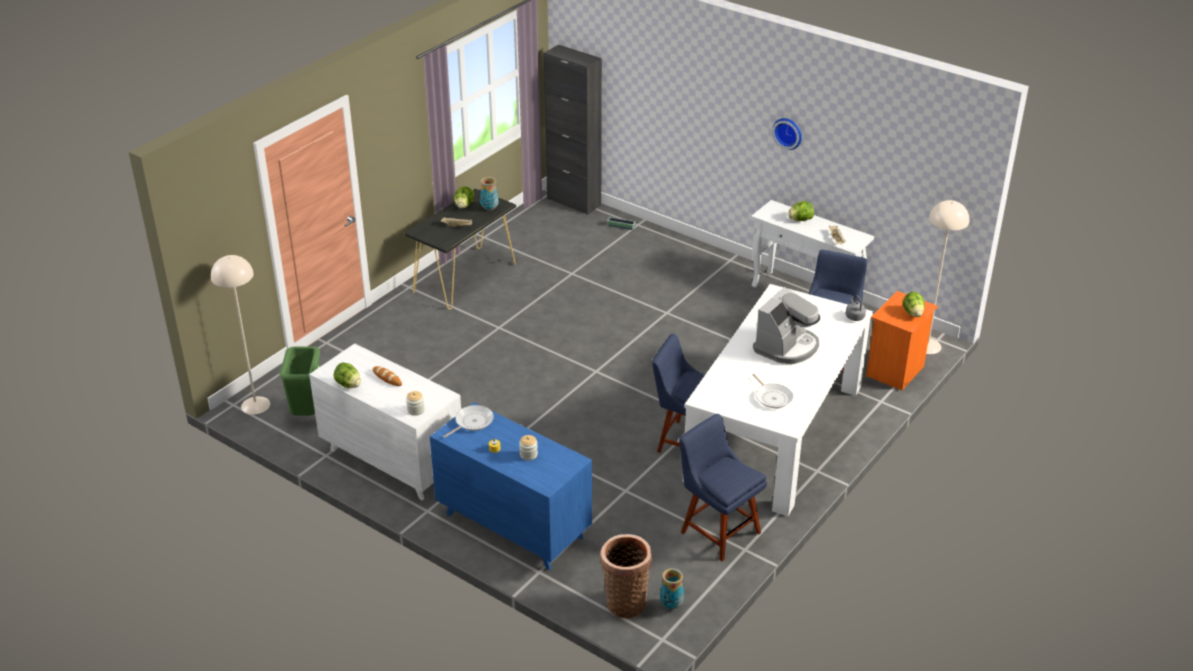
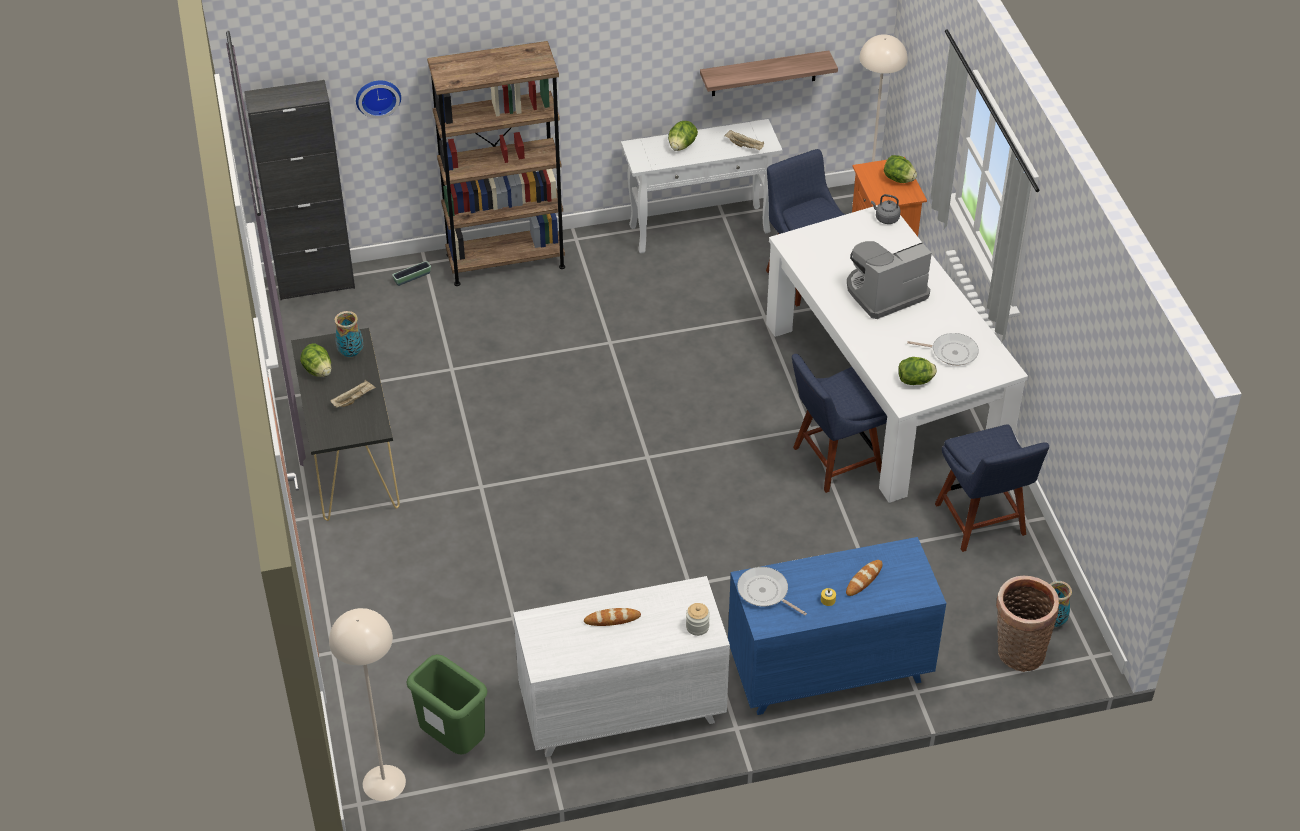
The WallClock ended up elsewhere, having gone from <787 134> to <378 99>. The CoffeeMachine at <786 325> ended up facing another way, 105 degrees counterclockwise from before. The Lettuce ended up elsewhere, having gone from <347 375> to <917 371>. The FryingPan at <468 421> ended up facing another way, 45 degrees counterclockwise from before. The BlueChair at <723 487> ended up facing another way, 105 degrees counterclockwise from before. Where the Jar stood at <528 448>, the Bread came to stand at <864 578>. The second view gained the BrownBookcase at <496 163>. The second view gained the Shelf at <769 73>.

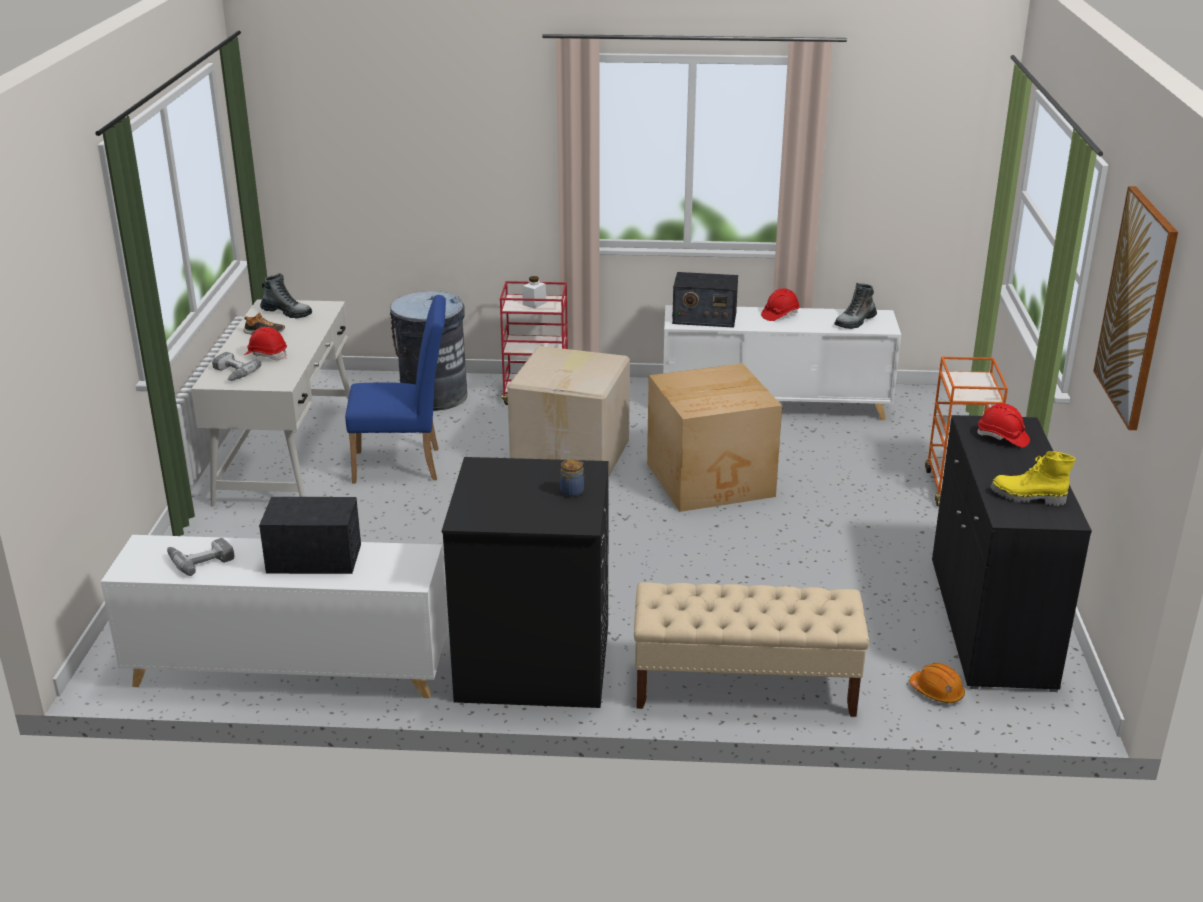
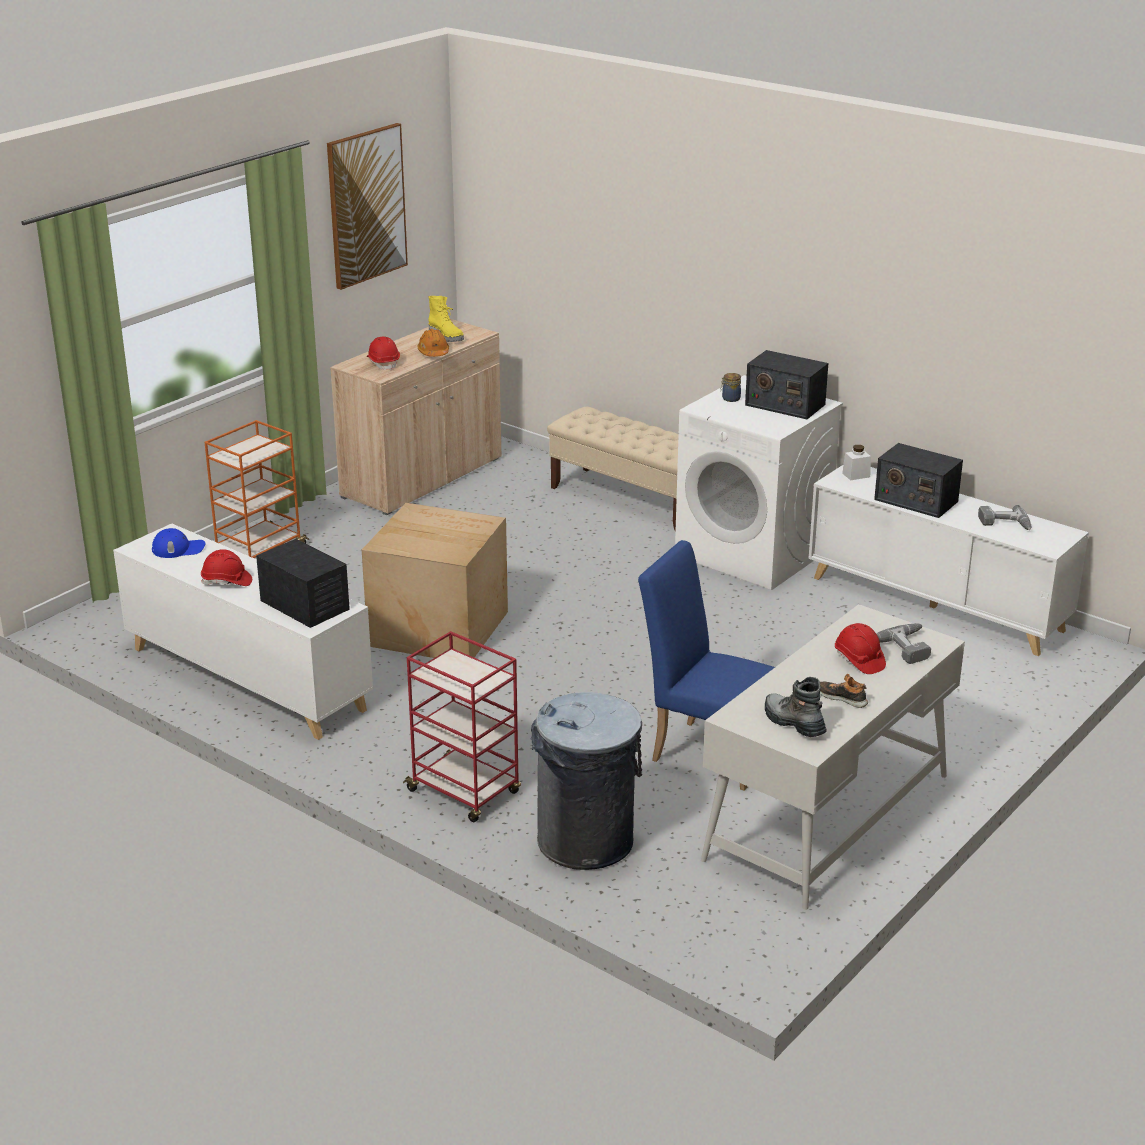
The WhiteJar ended up elsewhere, having gone from <534 292> to <856 462>. Where the Boot stood at <855 306>, the BlueCap came to stand at <178 543>. The second view lost the CardboardBox at <568 411>. What was the BlackCabinet at <1012 553> turned into the BeigeCabinet at <415 417>. What was the BlackWashingMachine at <525 582> turned into the WhiteWashingMachine at <759 482>. The OrangeHardHat ended up elsewhere, having gone from <937 683> to <433 343>. The second view gained the Radio at <786 384>.

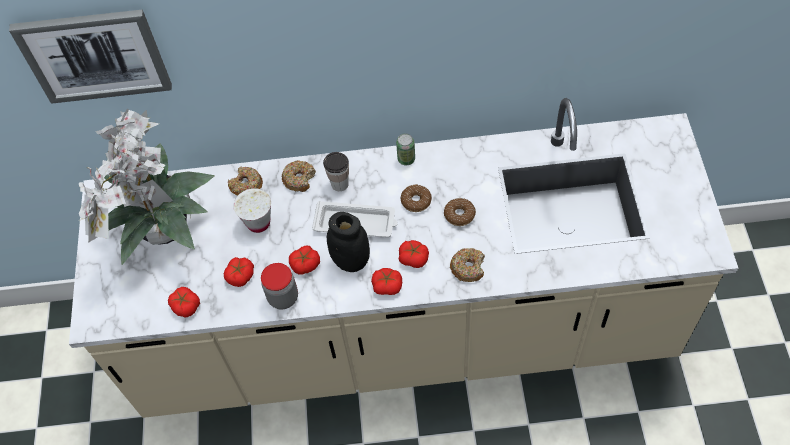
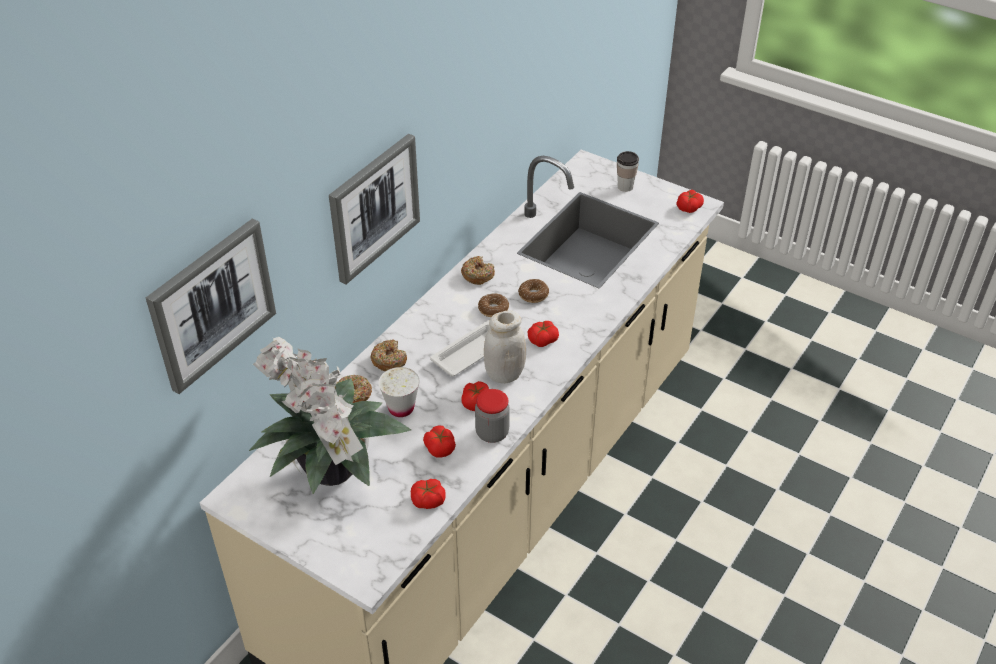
The second view lost the Can at <405 149>. The Cup ended up elsewhere, having gone from <336 171> to <628 171>. What was the BlackJar at <348 242> turned into the WhiteJar at <505 347>. The Donut ended up elsewhere, having gone from <467 265> to <478 270>. The Tomato ended up elsewhere, having gone from <386 281> to <690 201>. The second view gained the Picture at <374 209>.

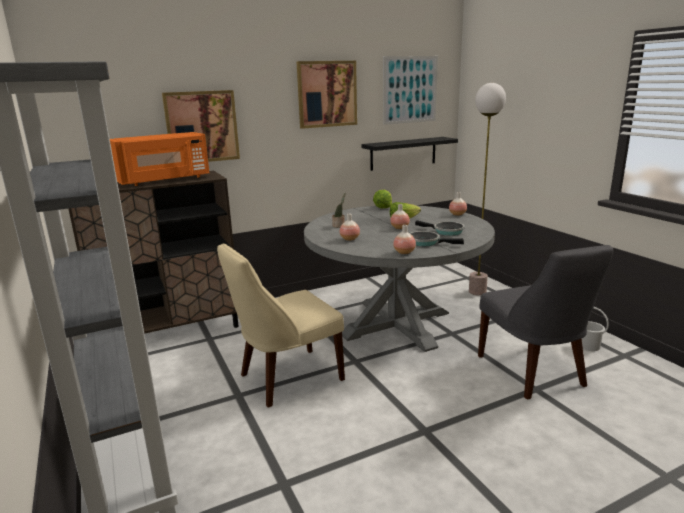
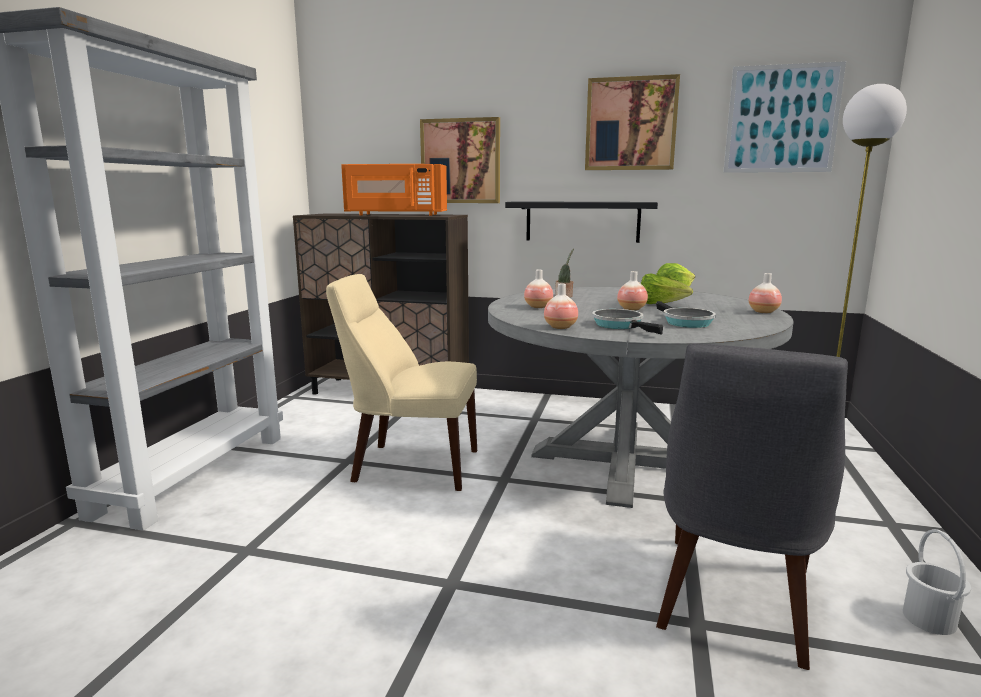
The BlackShelf ended up elsewhere, having gone from <409 154> to <581 222>.

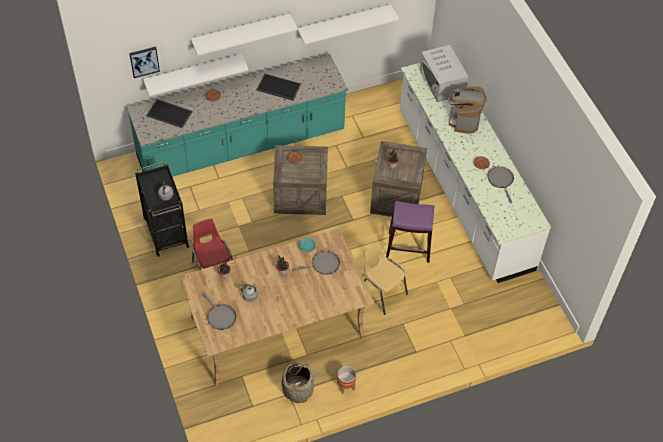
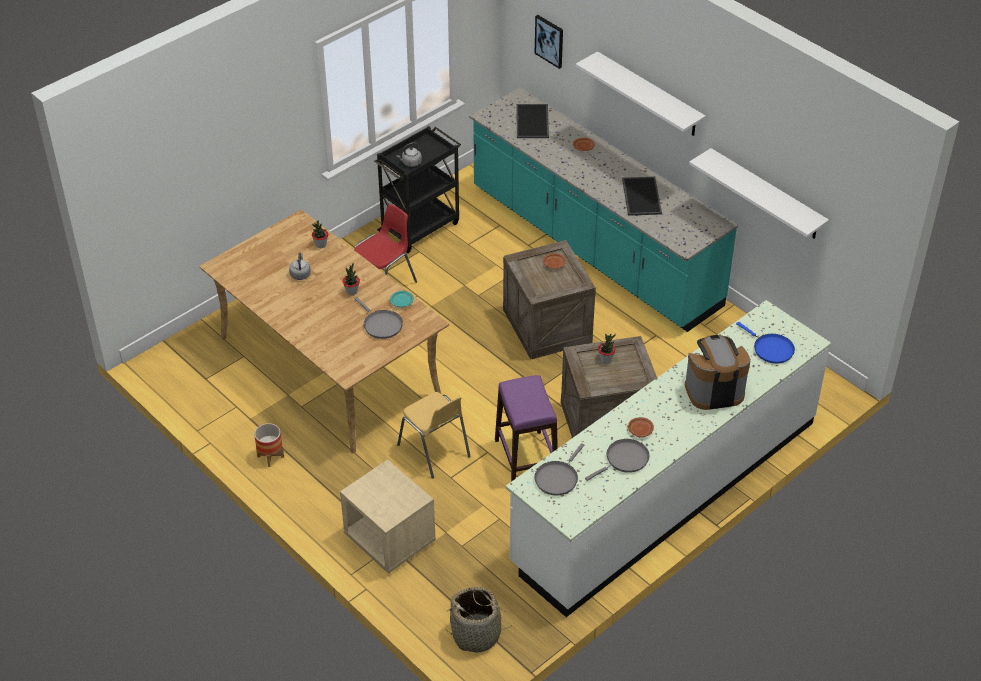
Where the WhiteMicrowave stood at <444 73>, the BlueFryingPan came to stand at <765 343>. The second view lost the WhiteShelf at <196 75>. The YellowChair at <386 278> ended up facing another way, 120 degrees clockwise from before. The GreyFryingPan ended up elsewhere, having gone from <219 311> to <559 469>. The Basket ended up elsewhere, having gone from <297 383> to <479 619>. The second view gained the BeigeNightstand at <388 517>.

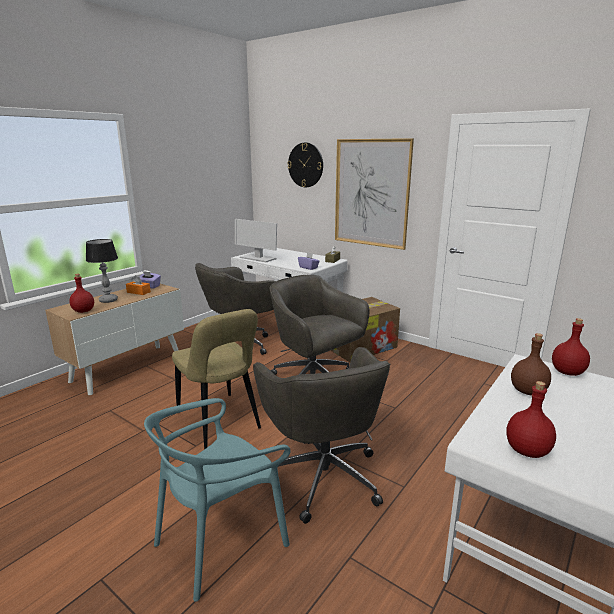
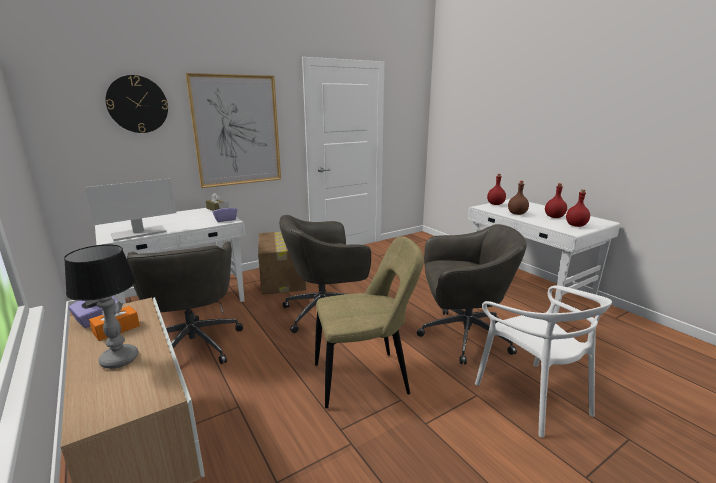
The RedBottle ended up elsewhere, having gone from <81 293> to <556 200>. What was the TurquoiseChair at <217 500> turned into the WhiteChair at <543 361>.

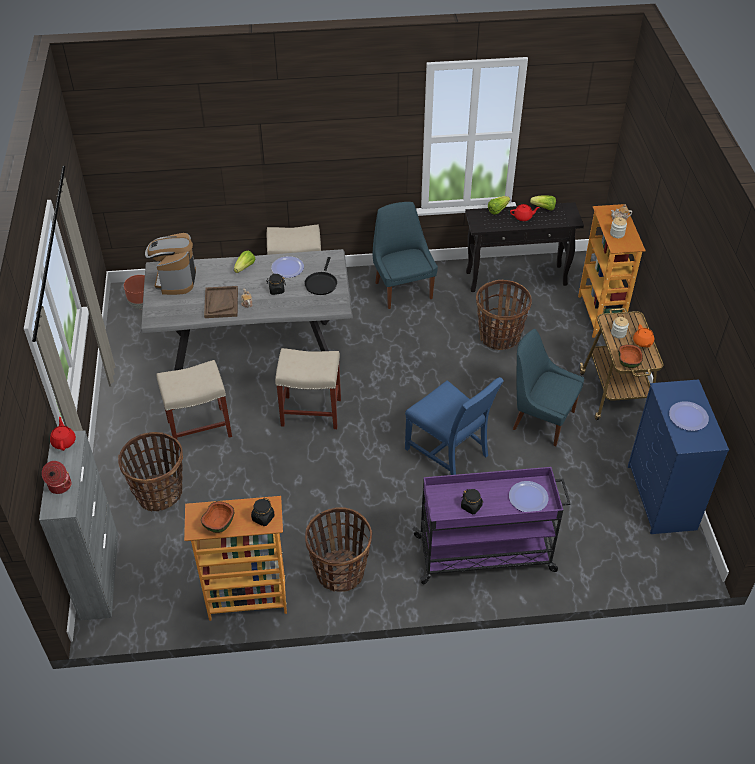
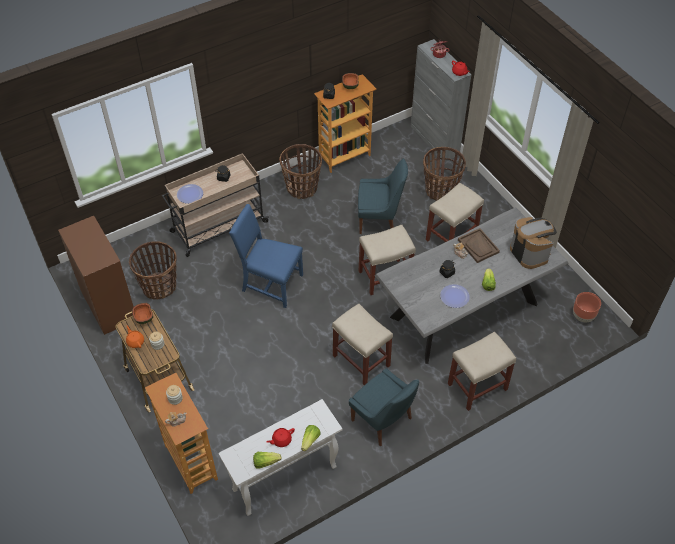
What was the BlackConsoleTable at <524 247> turned into the WhiteConsoleTable at <280 457>. The second view lost the BlackFryingPan at <320 276>. The Basket ended up elsewhere, having gone from <504 315> to <153 270>. The BlueChair ended up elsewhere, having gone from <548 388> to <383 196>. What was the BlueDresser at <678 456> turned into the BrownDresser at <96 275>. The second view lost the Plate at <689 416>. What was the PurpleCart at <491 526> turned into the BeigeCart at <215 205>. The second view gained the BeigeStool at <362 344>.

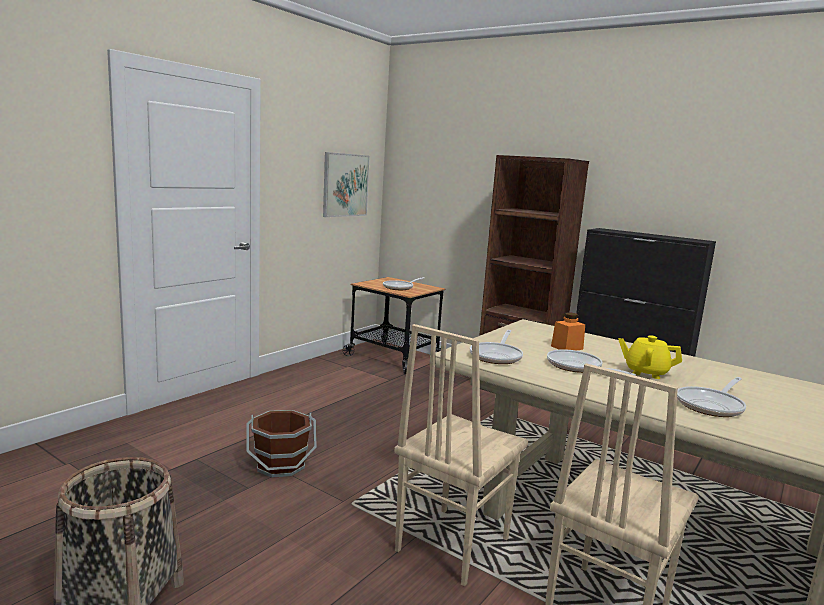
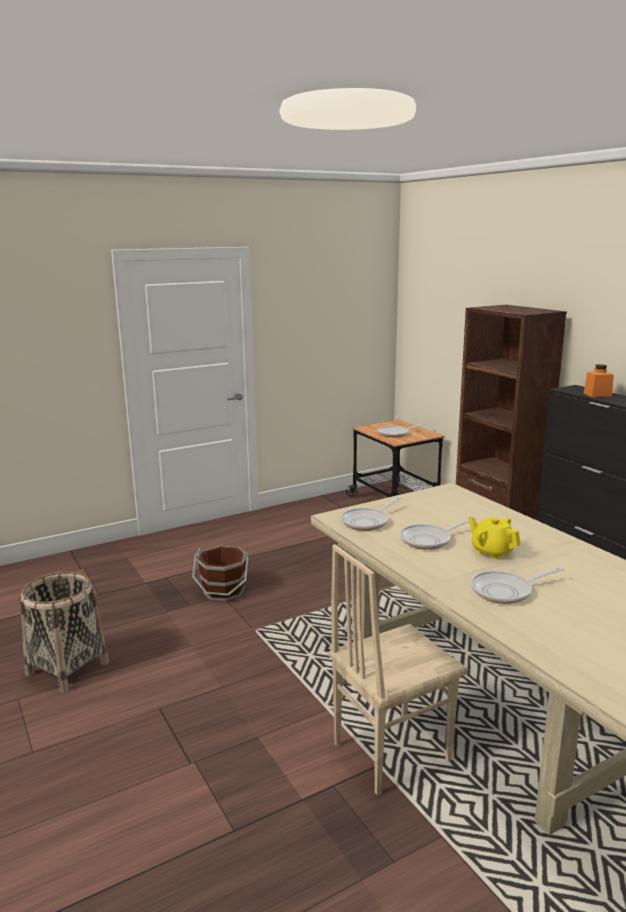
The second view lost the Picture at <346 184>. The OrangeJar ended up elsewhere, having gone from <568 331> to <599 380>. The second view lost the BeigeChair at <461 455>. The FryingPan at <591 362> ended up facing another way, 105 degrees counterclockwise from before.

